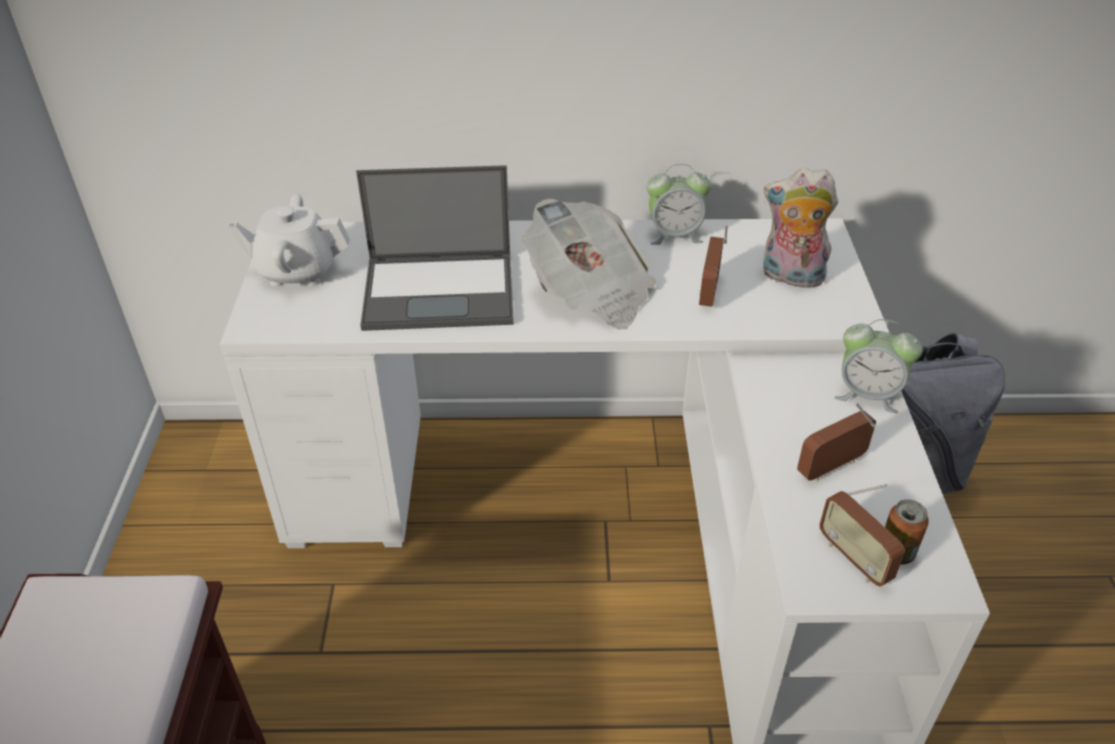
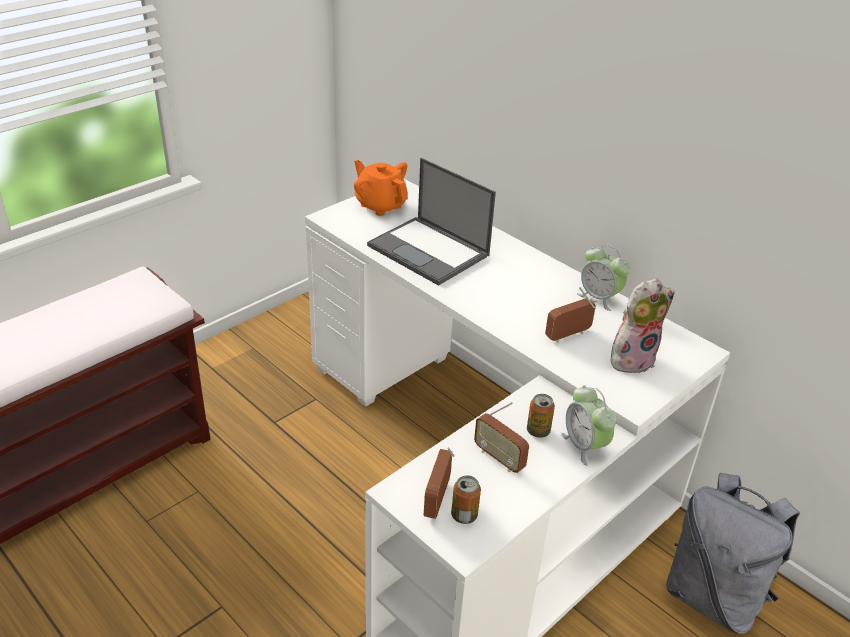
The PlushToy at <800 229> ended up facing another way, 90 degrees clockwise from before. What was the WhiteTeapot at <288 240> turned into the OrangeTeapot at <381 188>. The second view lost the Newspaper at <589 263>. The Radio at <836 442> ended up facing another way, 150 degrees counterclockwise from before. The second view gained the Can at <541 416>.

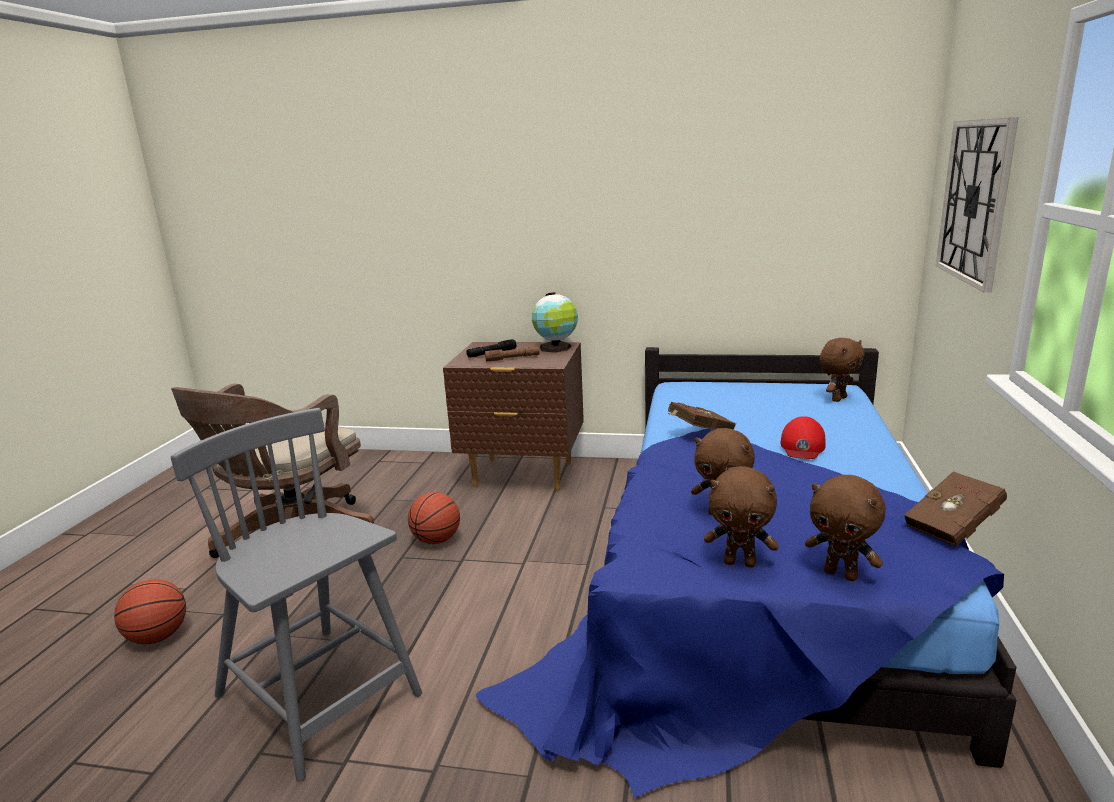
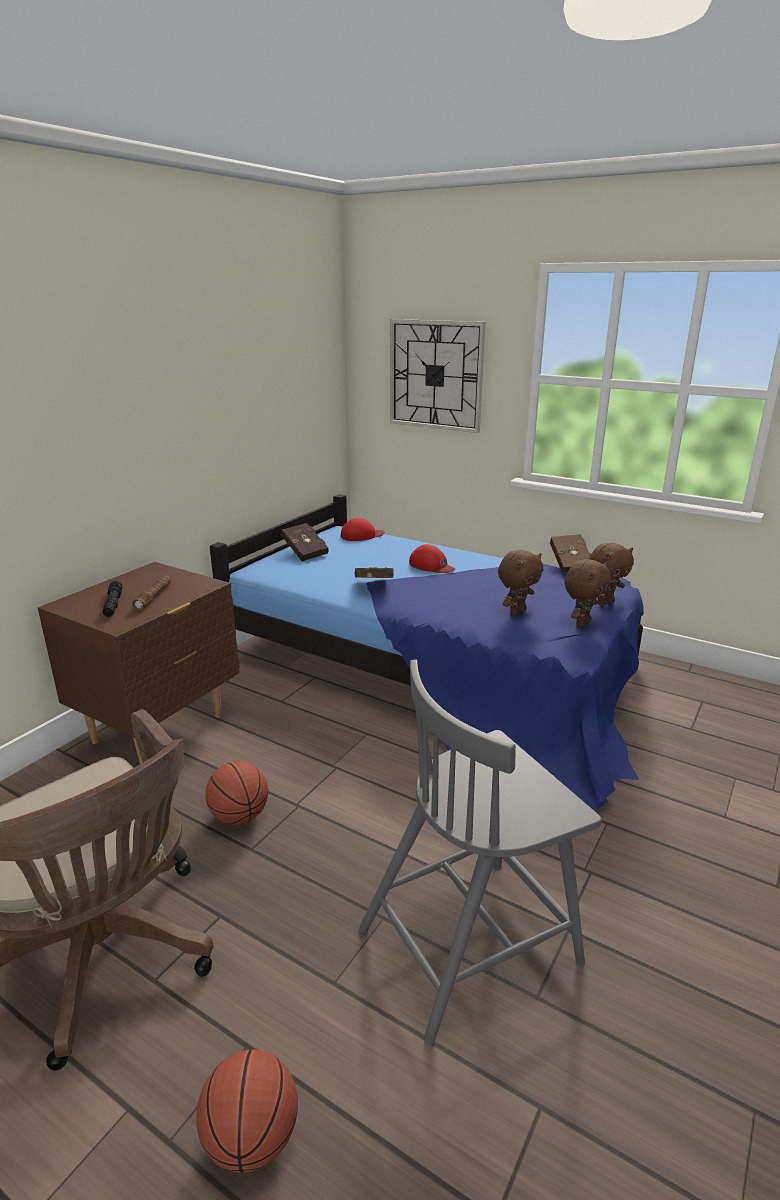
The second view lost the Globe at <555 322>. Where the BrownPlushToy stood at <842 370>, the RedCap came to stand at <363 529>. The second view gained the RedBook at <305 542>.

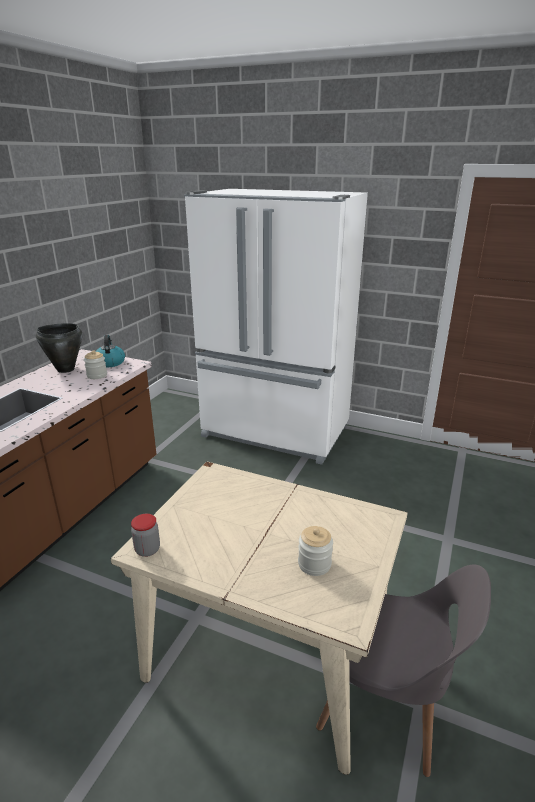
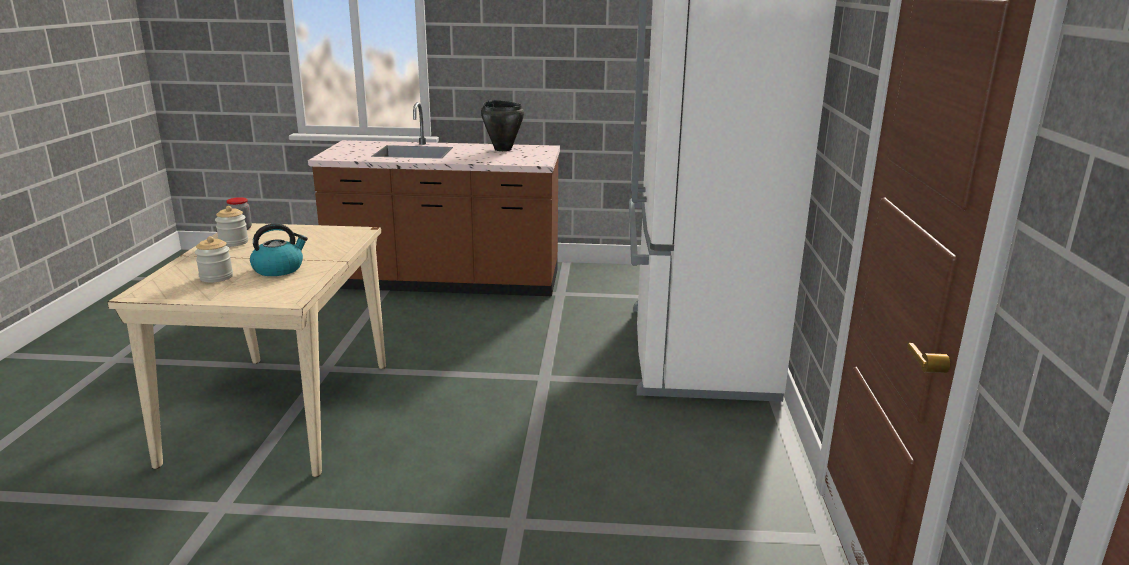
The Kettle ended up elsewhere, having gone from <110 351> to <279 249>. The Jar ended up elsewhere, having gone from <95 364> to <231 226>. The second view lost the GreyChair at <403 671>.

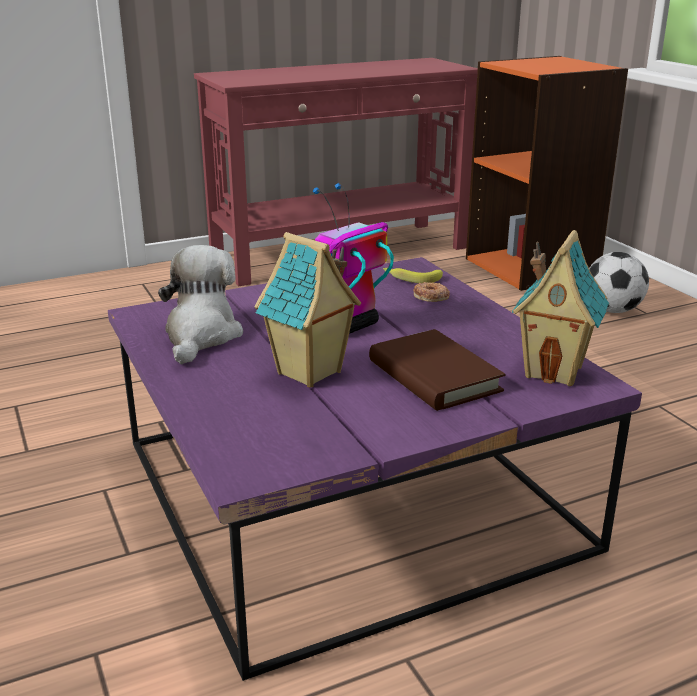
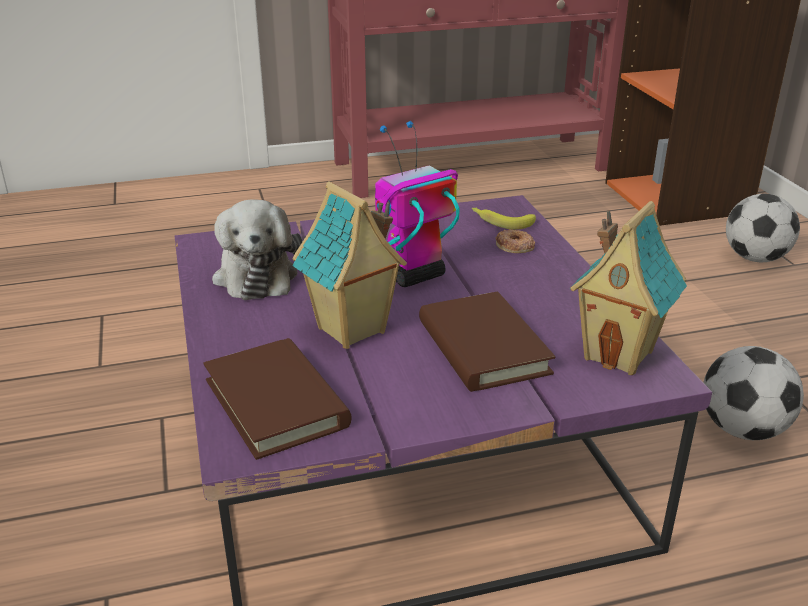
The PlushToy at <200 304> ended up facing another way, 150 degrees clockwise from before. The second view gained the BrownBook at <278 399>. The second view gained the Football at <753 393>.

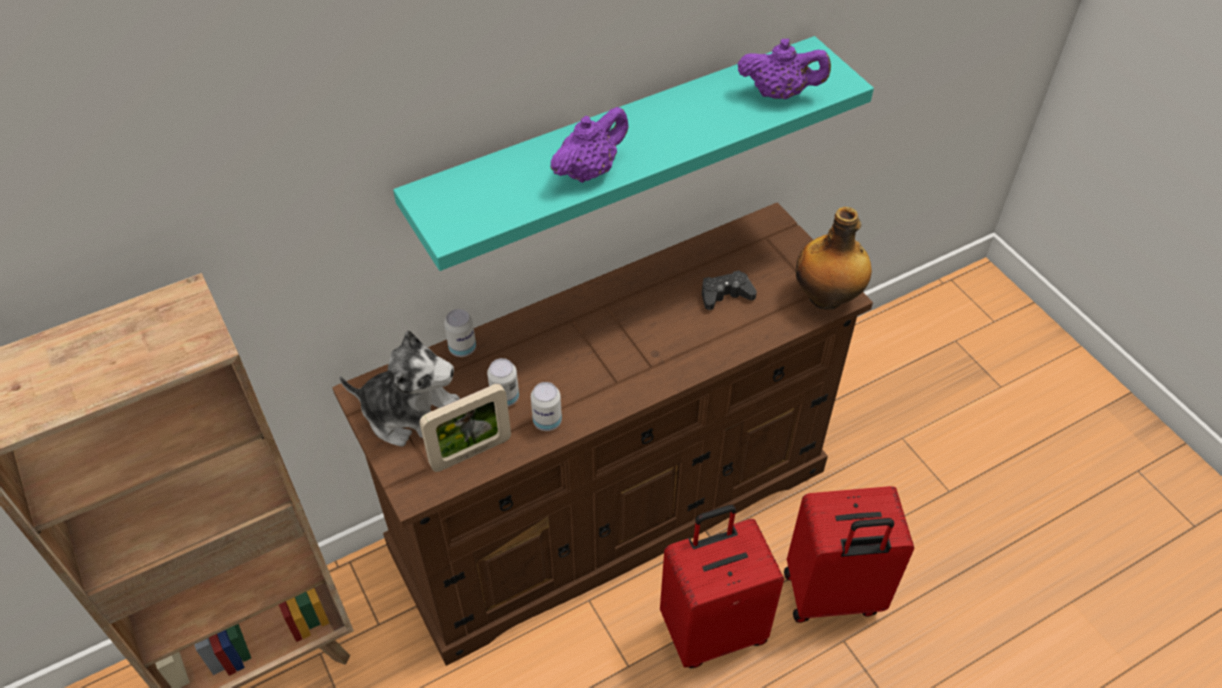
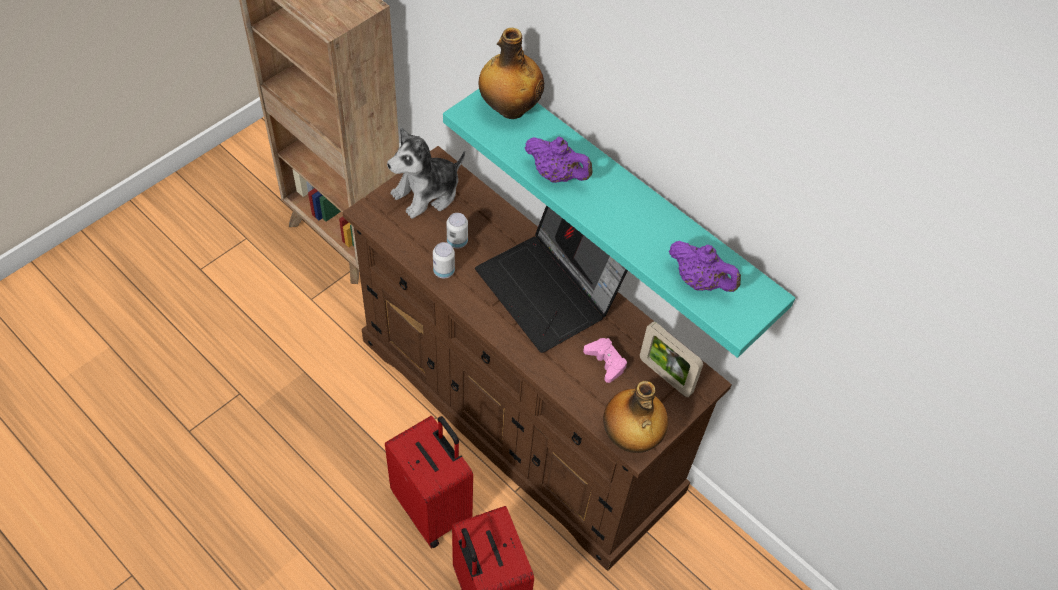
The PurpleTeapot at <784 69> ended up facing another way, 45 degrees counterclockwise from before. What was the BlackGameController at <729 290> turned into the PinkGameController at <605 360>. The second view lost the Can at <460 333>. The PlushToy at <399 389> ended up facing another way, 60 degrees clockwise from before. The PictureFrame ended up elsewhere, having gone from <465 428> to <671 359>. The second view gained the Bottle at <511 73>. The second view gained the Laptop at <551 279>.

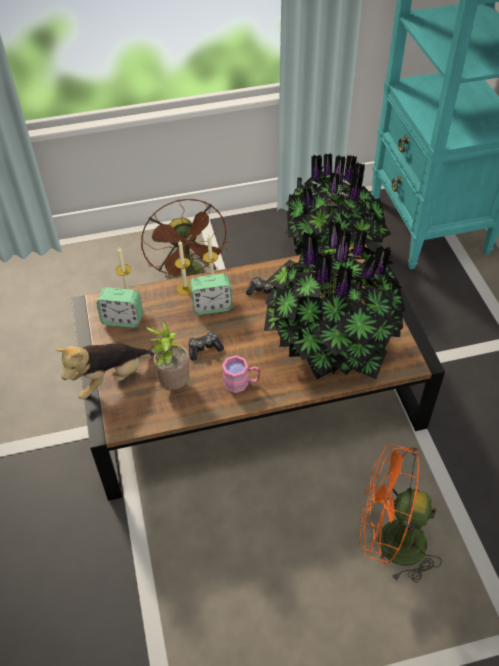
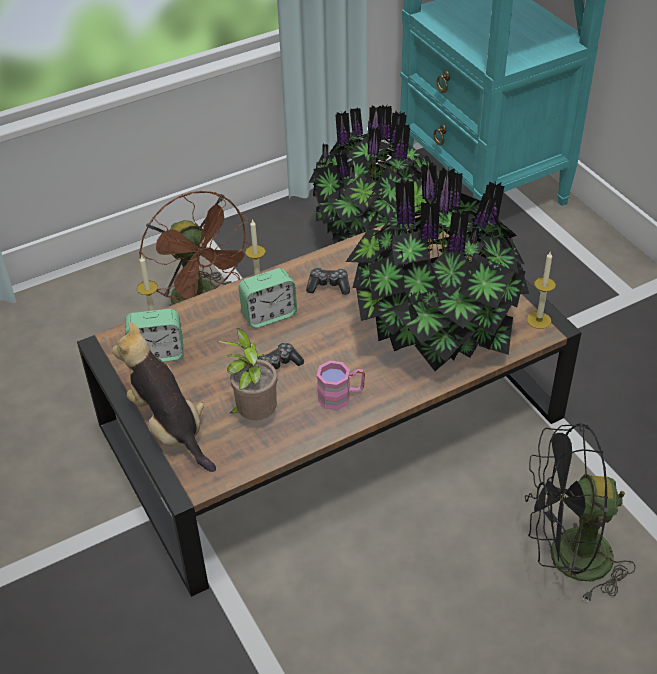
The Candle ended up elsewhere, having gone from <183 268> to <541 290>. The PlushToy at <105 371> ended up facing another way, 105 degrees clockwise from before. What was the OrangeFan at <400 513> turned into the BlackFan at <580 513>.

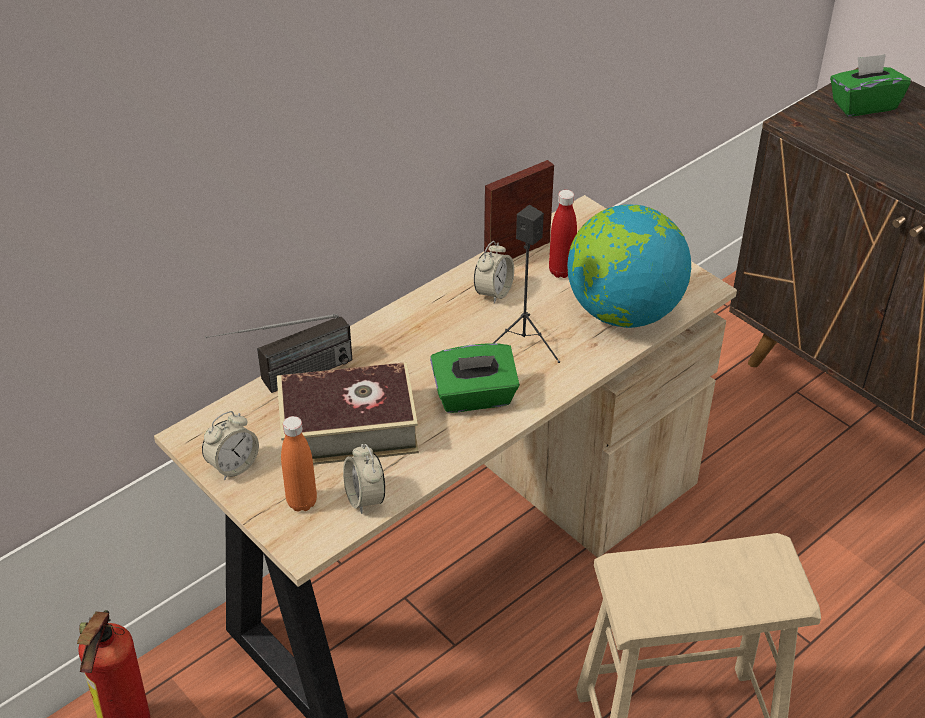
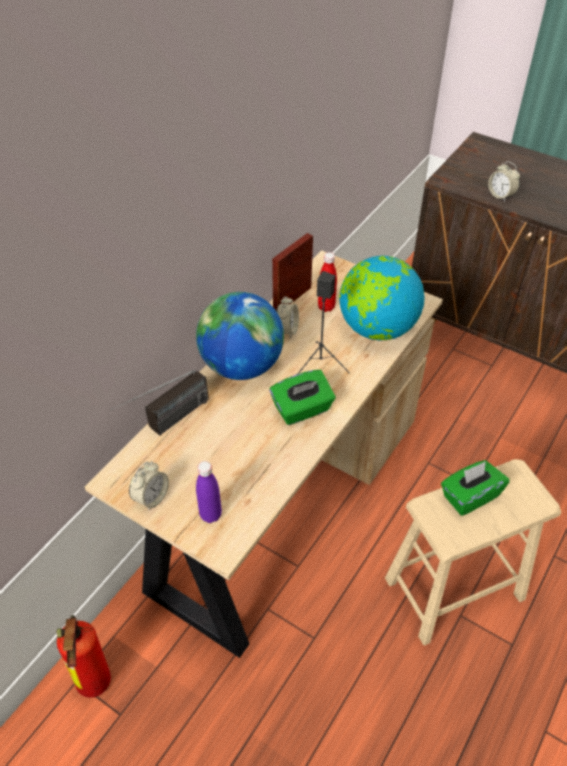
The GreenTissueBox ended up elsewhere, having gone from <870 85> to <475 488>. The second view lost the Book at <348 413>. What was the OrangeBottle at <299 464> turned into the PurpleBottle at <209 492>. The AlarmClock ended up elsewhere, having gone from <364 479> to <504 181>. The second view gained the Globe at <240 336>.

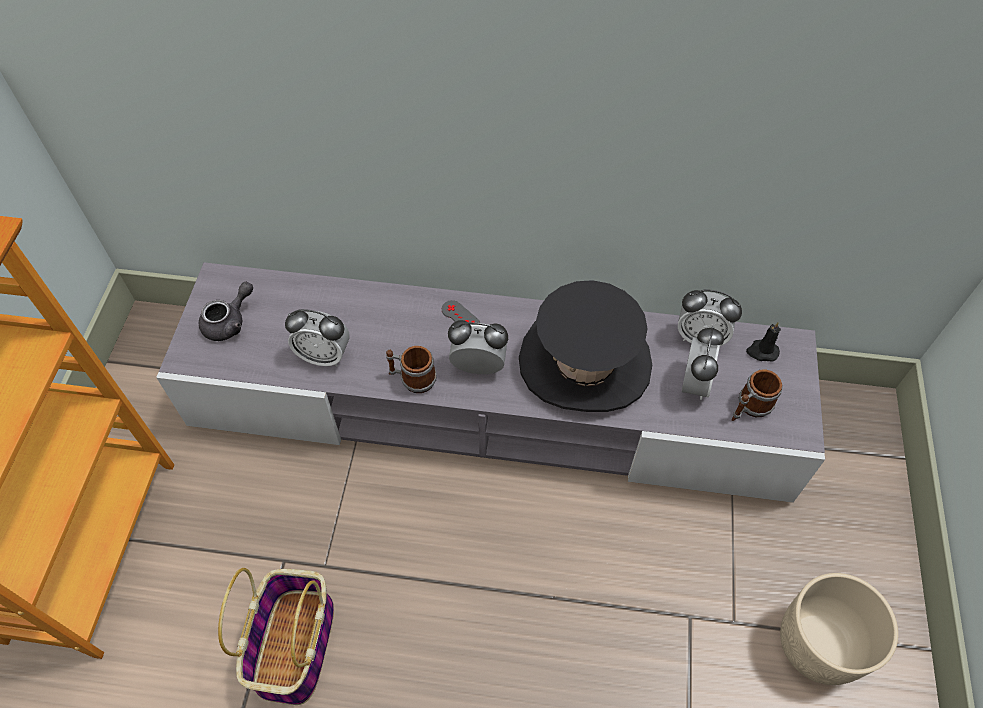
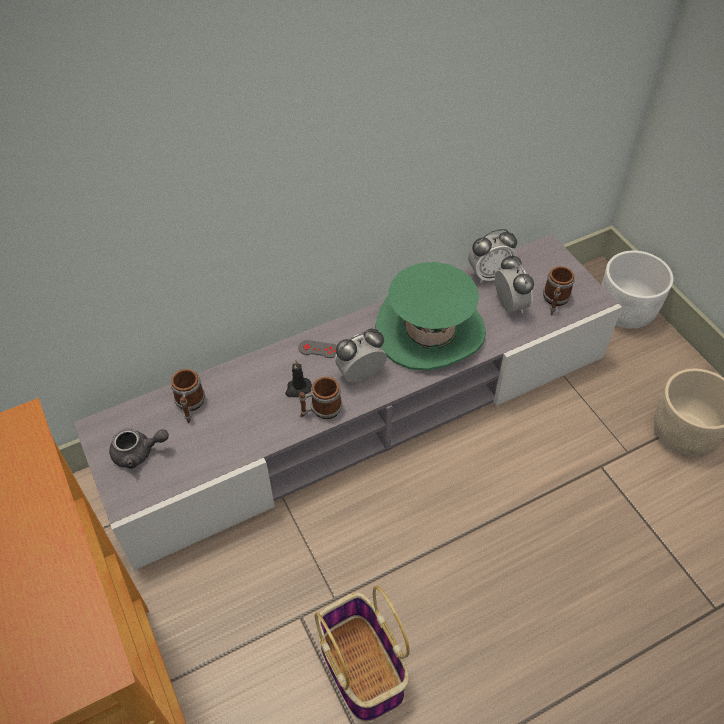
What was the BlackHat at <585 346> turned into the GreenHat at <430 316>. The GreyTeapot at <226 311> ended up facing another way, 75 degrees clockwise from before. The second view lost the AlarmClock at <317 337>. The BlackCandle ended up elsewhere, having gone from <763 342> to <298 379>. The second view gained the WhitePlanter at <637 290>. The second view gained the Mug at <188 396>.

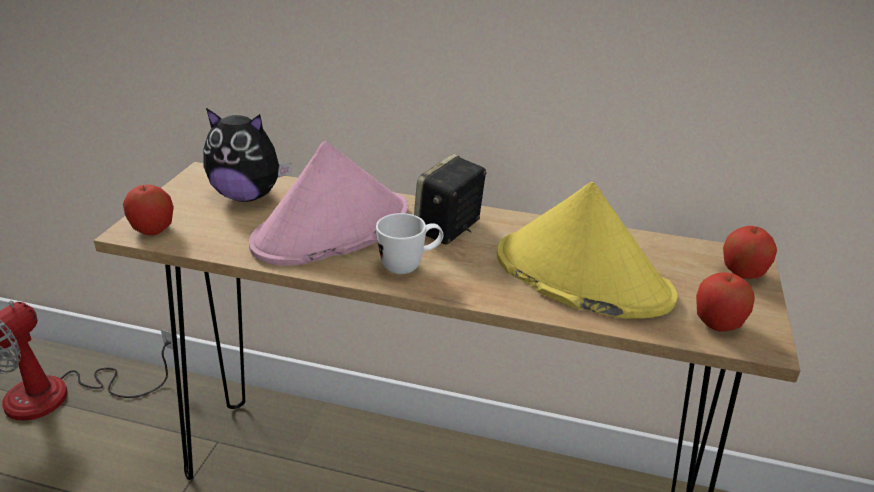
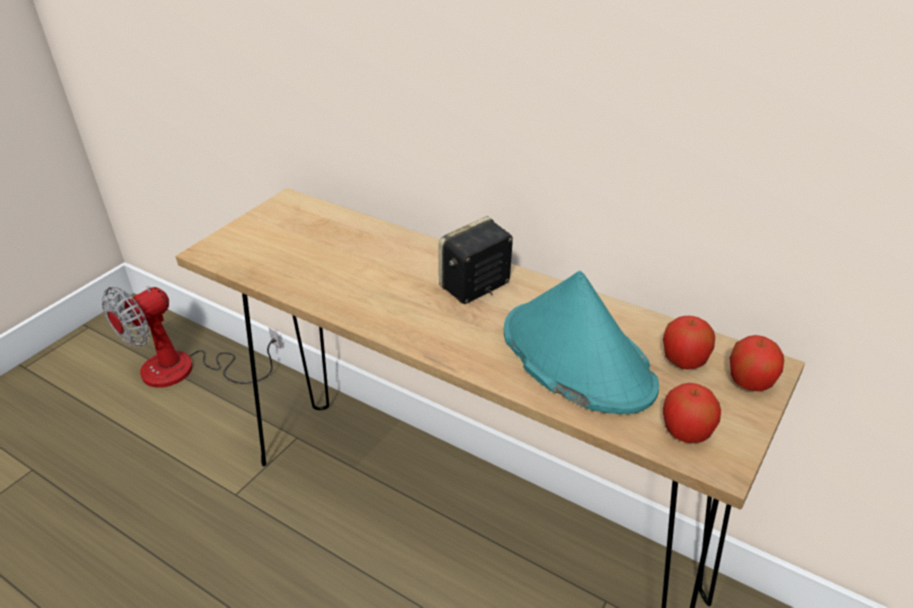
The second view lost the PlushToy at <247 155>. The second view lost the PinkHat at <328 203>. What was the YellowHat at <587 250> turned into the TurquoiseHat at <581 342>. The Apple ended up elsewhere, having gone from <148 210> to <689 342>. The second view lost the WhiteMug at <410 243>.

